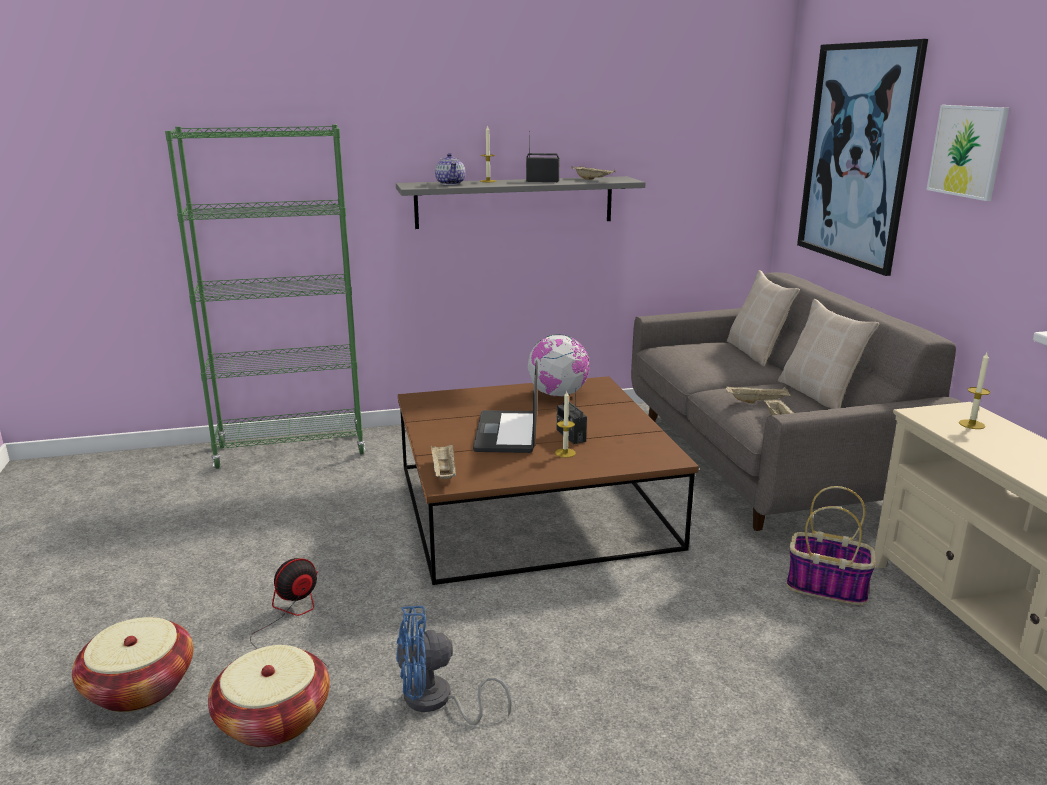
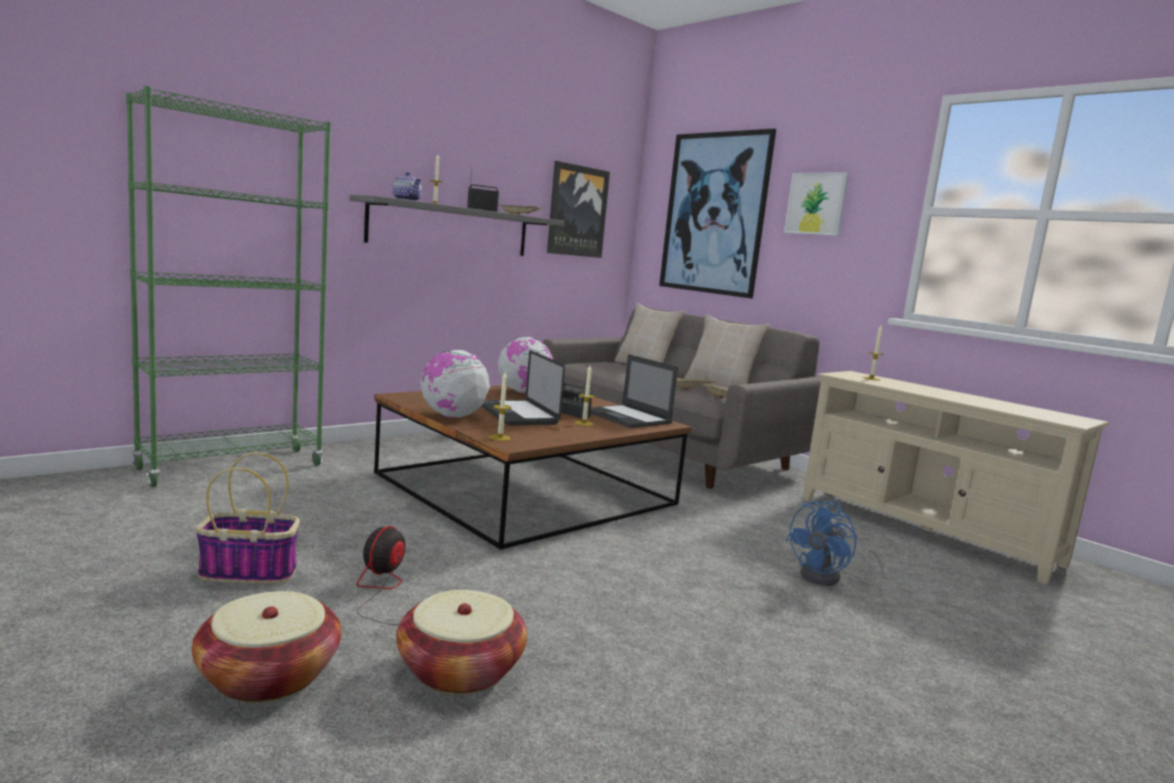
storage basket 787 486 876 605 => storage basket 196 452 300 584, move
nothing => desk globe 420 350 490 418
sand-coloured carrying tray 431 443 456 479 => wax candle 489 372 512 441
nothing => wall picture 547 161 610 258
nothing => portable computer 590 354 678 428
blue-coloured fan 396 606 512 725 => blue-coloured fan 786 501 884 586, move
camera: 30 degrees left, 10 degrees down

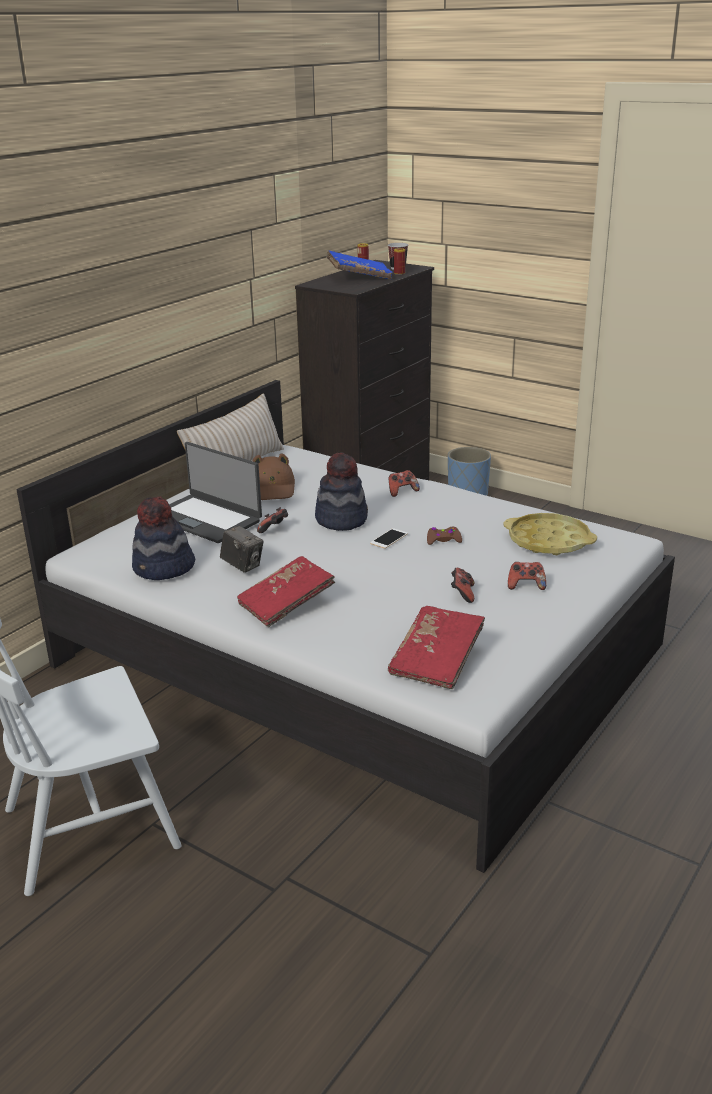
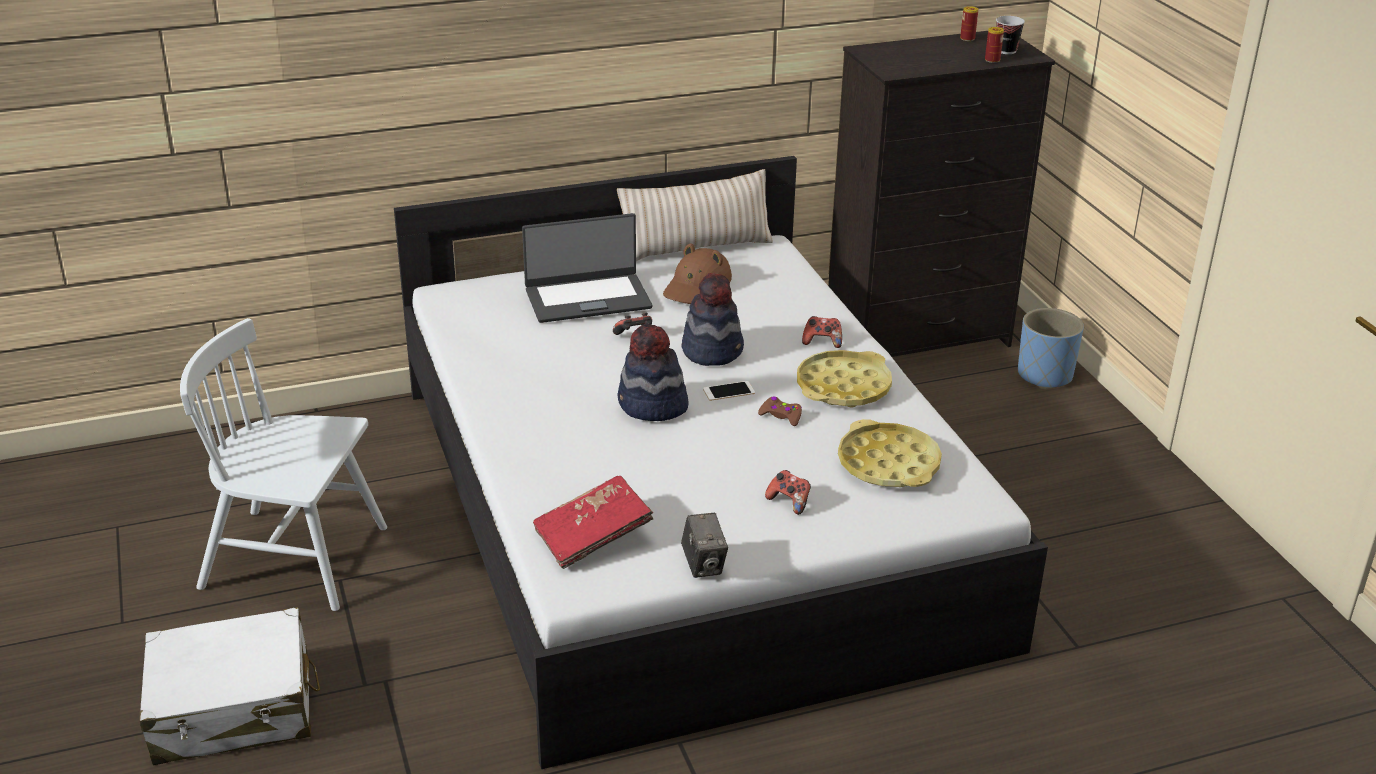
nothing => whitish piece of luggage 139 607 320 765
portable computer 169 442 262 543 => portable computer 522 213 653 323, 90 degrees counterclockwise
wearable hat 132 497 195 580 => wearable hat 617 324 688 421, move
photo camera 220 525 264 573 => photo camera 681 513 728 578, move
nothing => yellow-coloured carrying tray 797 350 892 408
red-coloured bound book 237 556 335 627 => nothing
blue-coloured bound book 327 250 393 280 => nothing
game controller 451 568 474 603 => nothing
camera: 35 degrees right, 5 degrees up

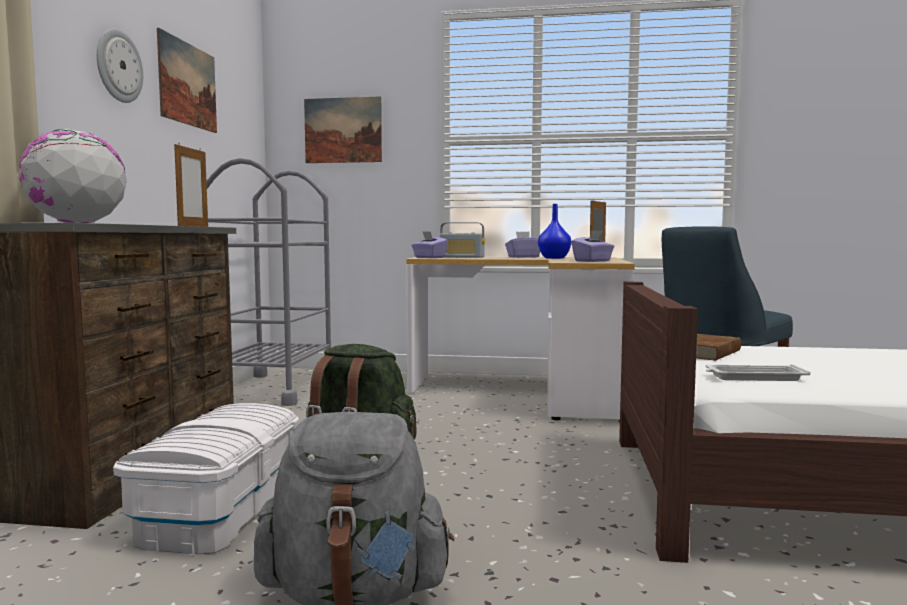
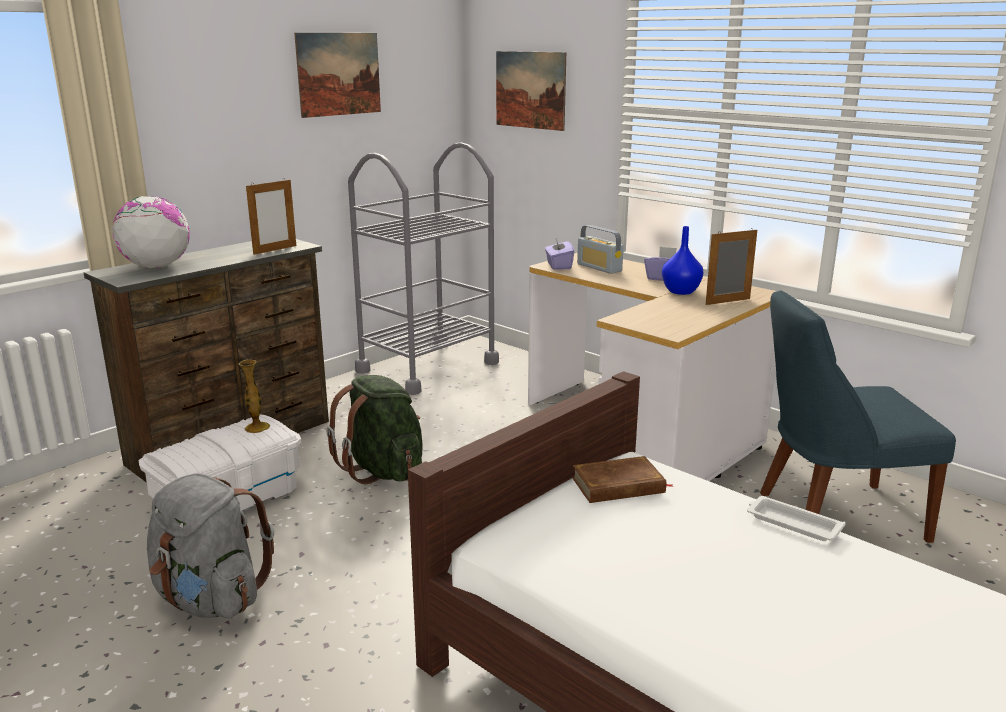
nothing => flower vase 239 360 270 433
whitish carrying tray 706 364 811 381 => whitish carrying tray 747 496 846 541, move
clock on the wall 97 29 143 103 => nothing
purple tissue box 572 230 614 262 => nothing
camera: 35 degrees right, 15 degrees up

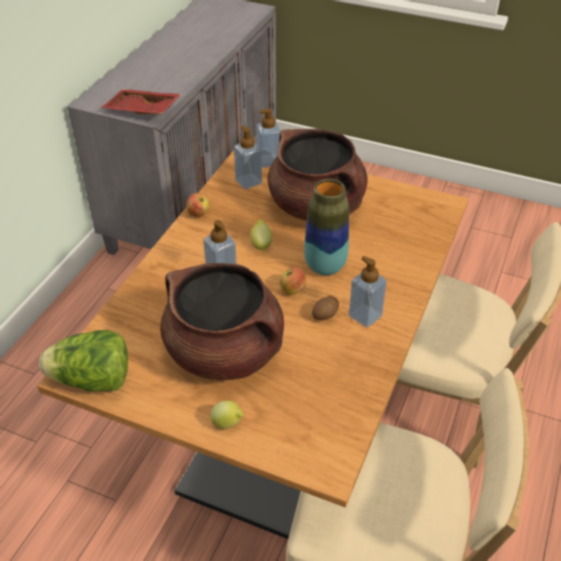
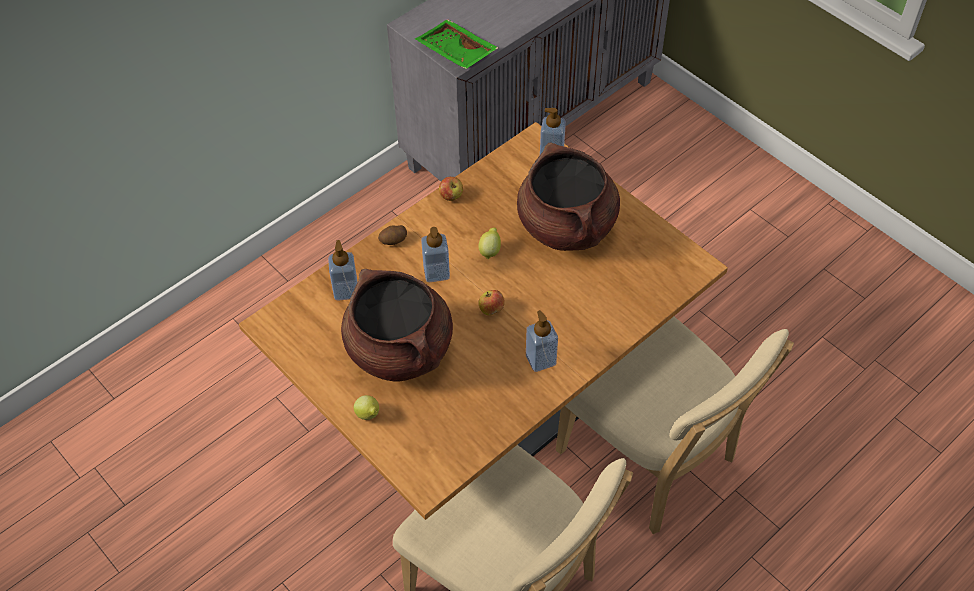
liquid soap bottle 234 125 262 189 => liquid soap bottle 328 240 358 301, move
spud 312 296 339 320 => spud 378 225 407 245, move
red-coloured carrying tray 101 89 182 114 => greenish carrying tray 415 19 498 69
lettuce 39 330 128 391 => nothing
flower vase 304 179 349 275 => nothing
camera: 25 degrees right, 10 degrees up

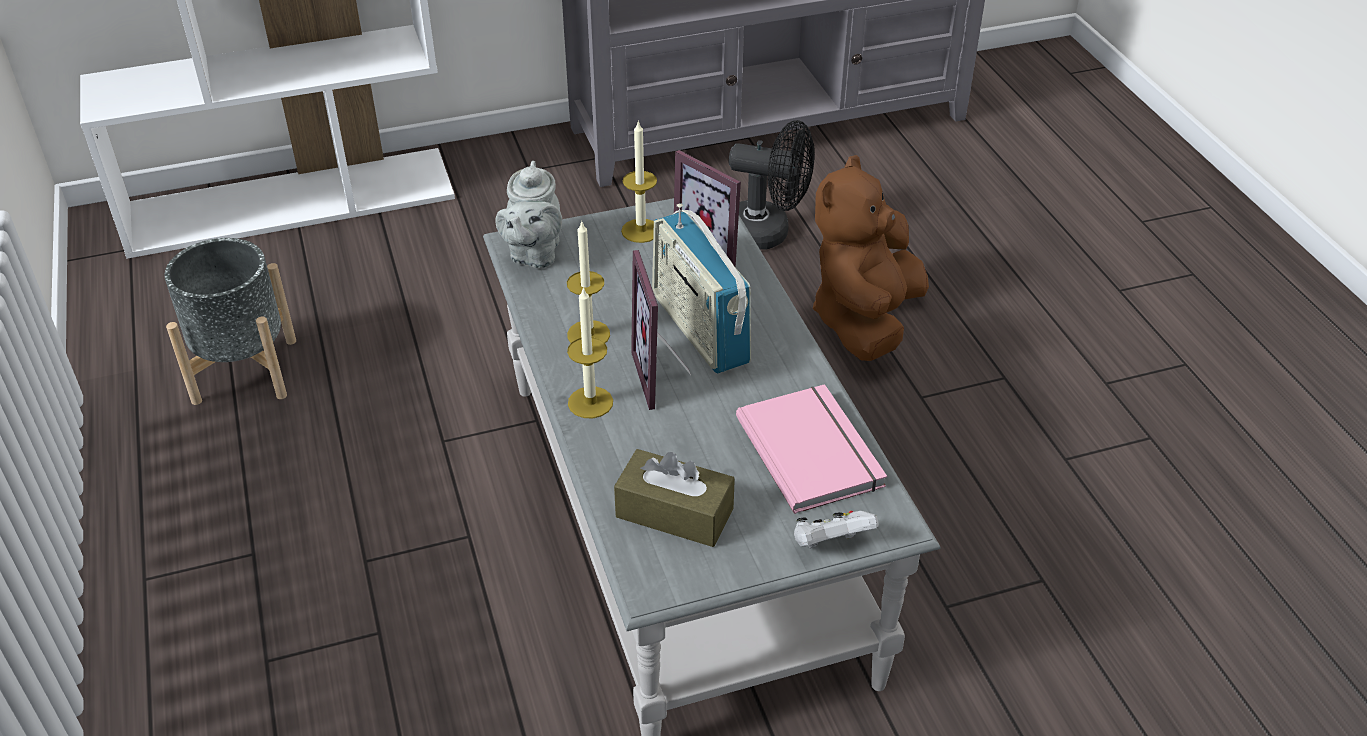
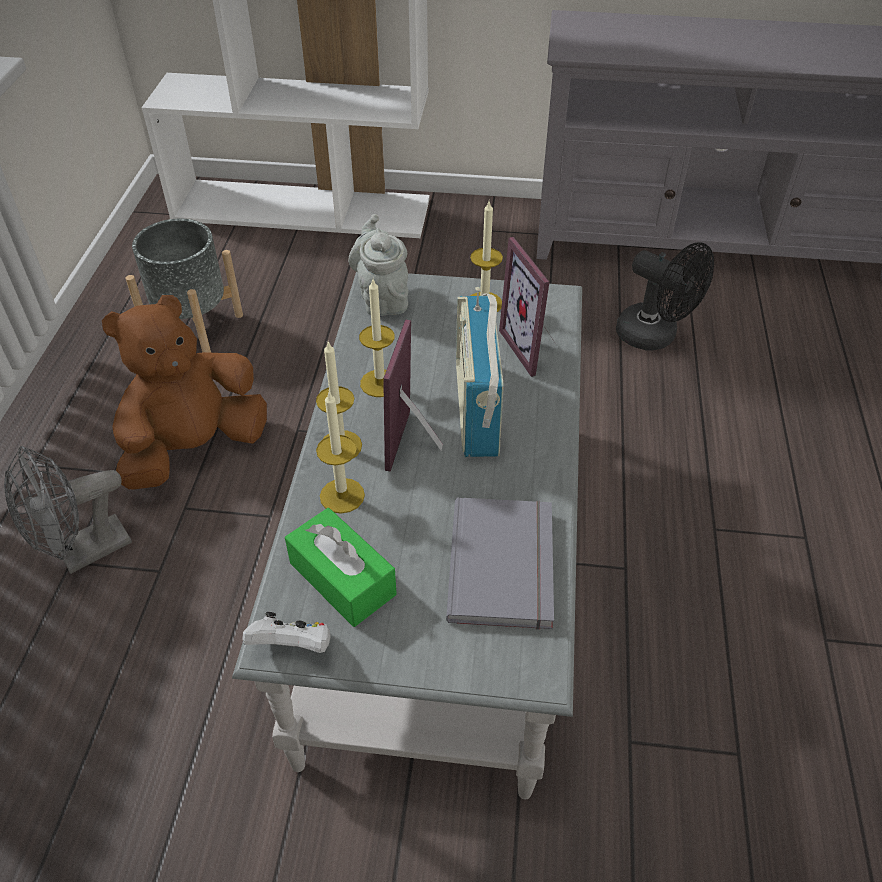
nothing => grey fan 4 446 132 574
brown soft toy 813 155 929 361 => brown soft toy 102 295 267 489, move
whitish game controller 794 510 878 548 => whitish game controller 242 612 331 653, move
brown tissue box 614 449 735 547 => greenish tissue box 285 508 397 627
nothing => wax candle 316 392 365 514
grey teapot 495 161 562 269 => grey teapot 348 214 408 316, 135 degrees clockwise
pink bound book 736 384 887 514 => grey bound book 446 497 554 629
camera: 25 degrees right, 5 degrees up

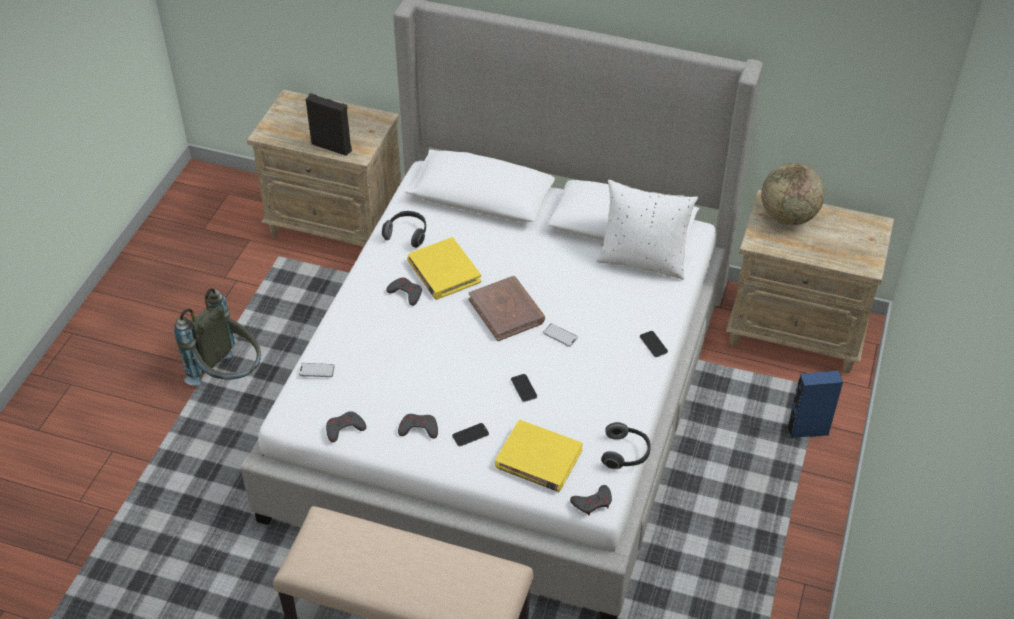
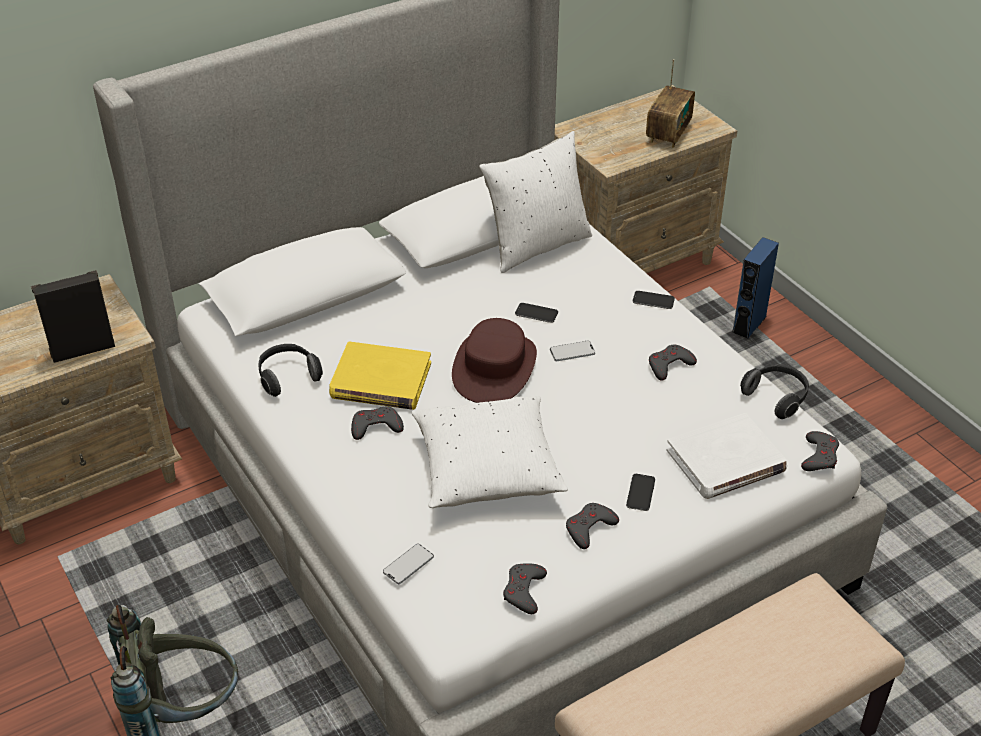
nothing => whitish throw pillow 412 396 568 508
brown bound book 469 276 545 341 => brown wearable hat 452 318 537 403
phone 511 374 537 402 => phone 515 303 558 323, move
nothing => radio 646 59 695 148
nothing => grey game controller 649 345 697 381
yellow-coloured bound book 495 420 583 492 => whitish bound book 666 413 787 499
desk globe 761 163 825 225 => nothing
camera: 50 degrees left, 5 degrees down

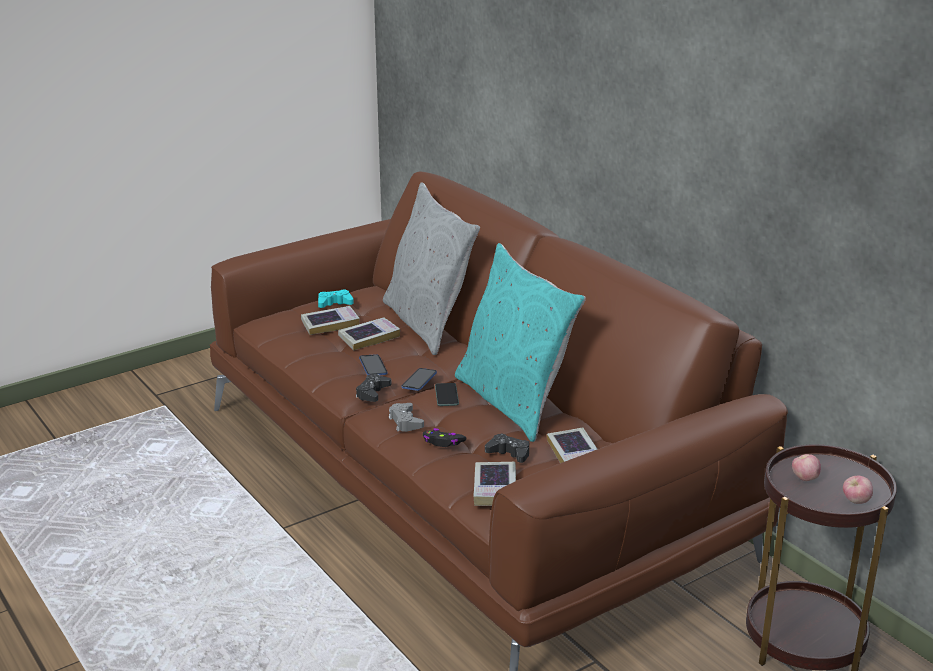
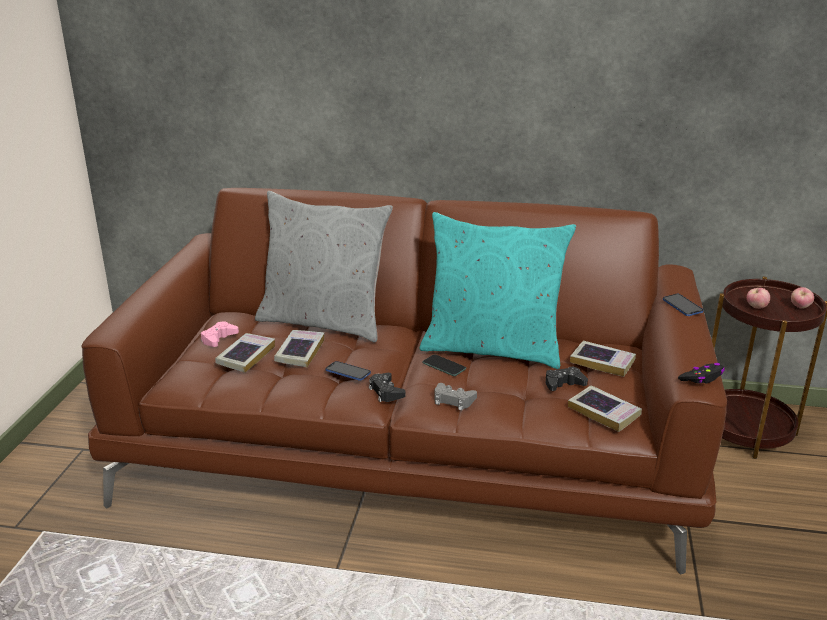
turquoise game controller 318 289 354 308 => pink game controller 201 321 239 347
phone 402 368 437 391 => phone 663 294 703 316, move
black game controller 423 428 466 447 => black game controller 678 363 725 383, move
camera: 45 degrees left, 0 degrees up

